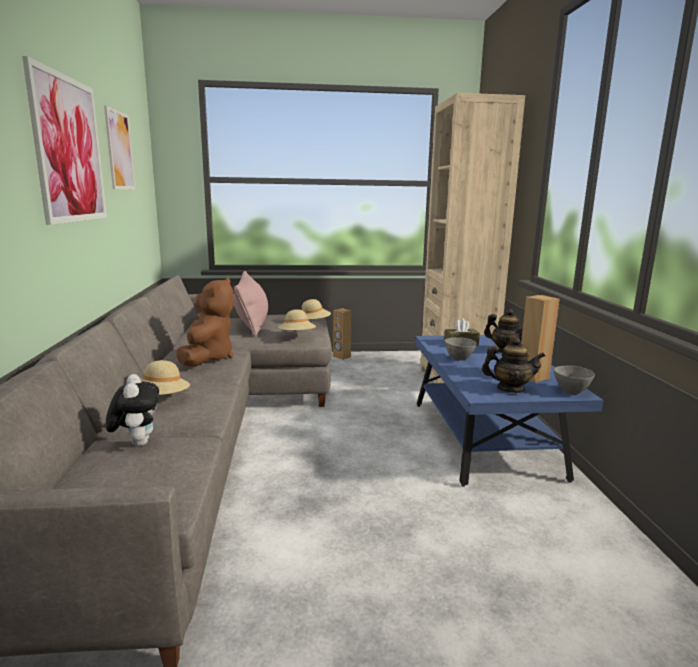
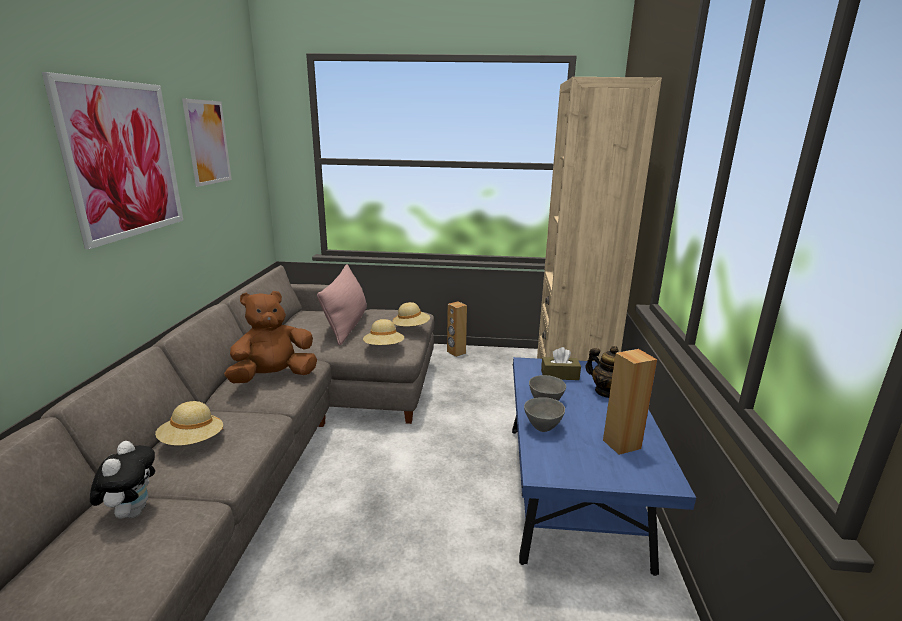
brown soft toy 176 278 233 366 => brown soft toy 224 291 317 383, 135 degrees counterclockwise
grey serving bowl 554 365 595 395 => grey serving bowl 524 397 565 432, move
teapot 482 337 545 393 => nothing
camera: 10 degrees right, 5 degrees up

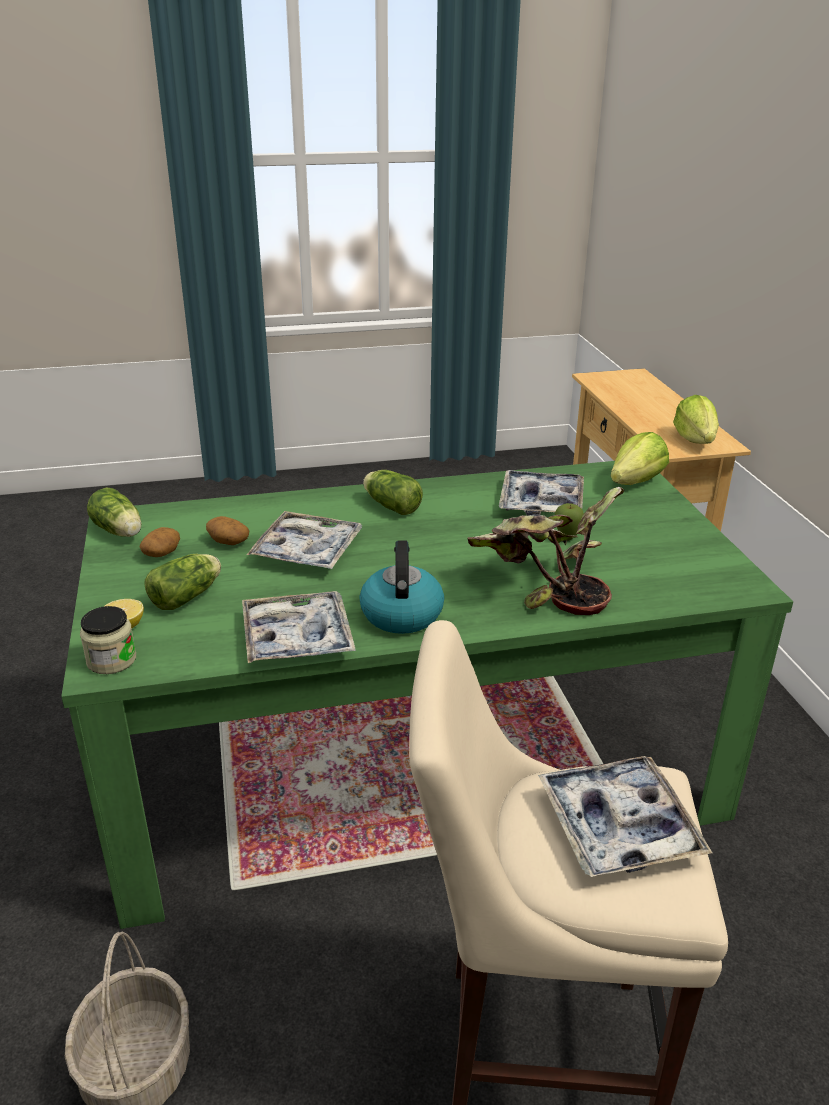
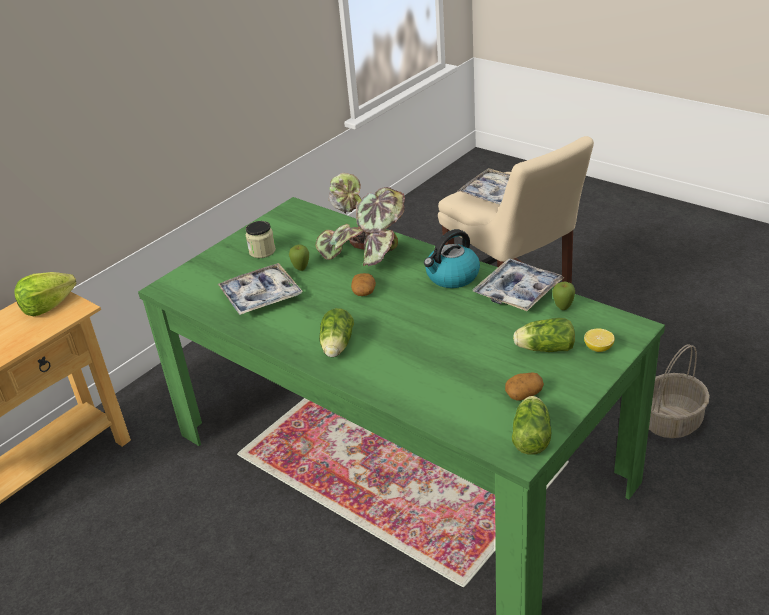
preserve jar 80 606 136 674 => preserve jar 246 221 276 258, move
spud 206 516 249 545 => spud 351 273 376 296, move
nothing => whole apple 552 282 575 310
carrying tray 247 511 363 569 => nothing
lettuce 611 432 669 485 => nothing
camera: 125 degrees left, 5 degrees up

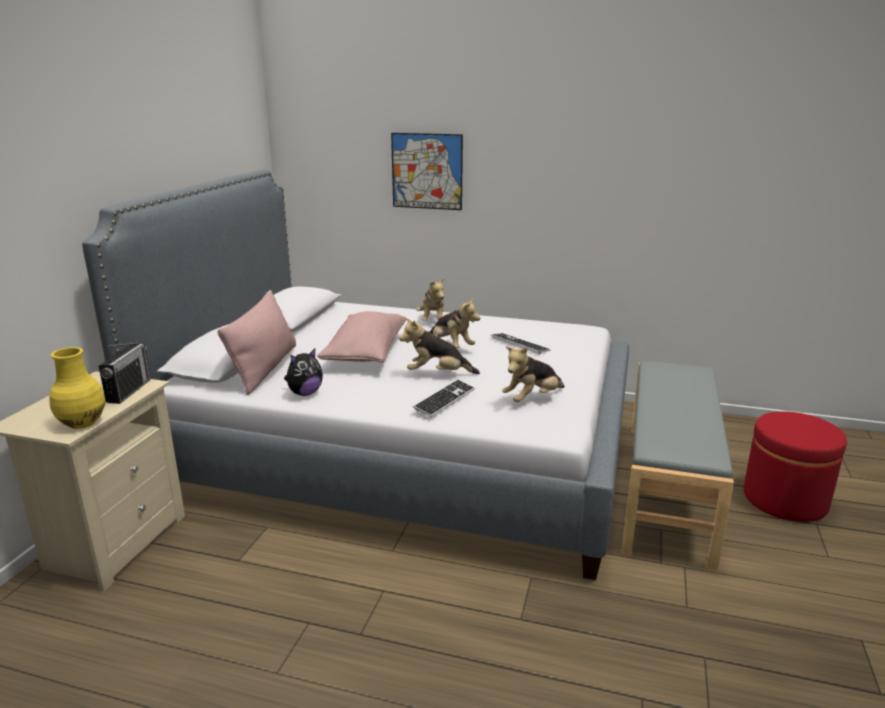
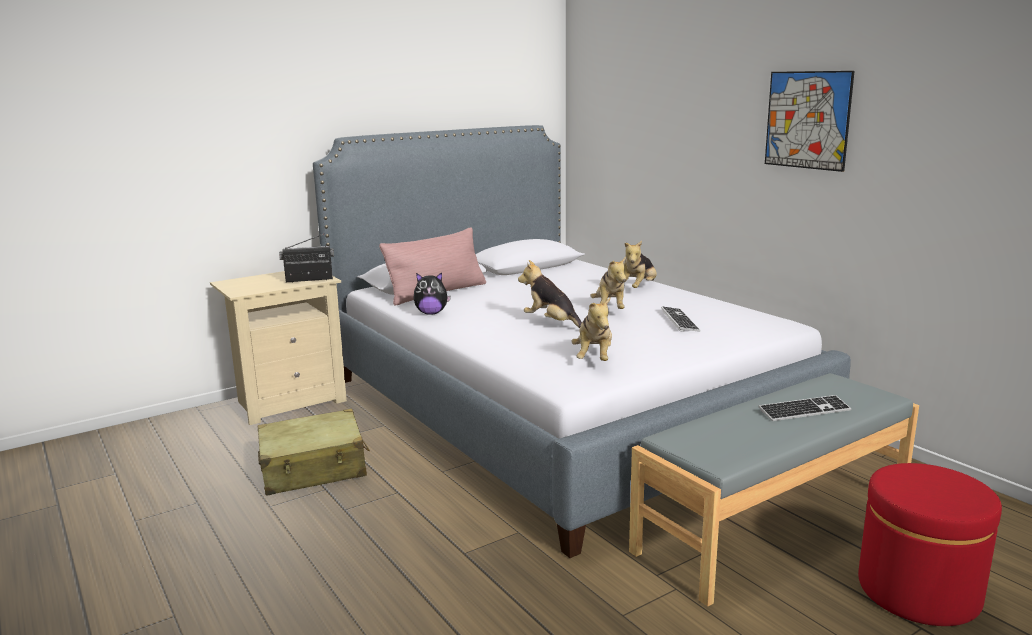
nothing => sand-coloured piece of luggage 258 409 370 496
radio 99 342 151 404 => radio 279 234 334 282, 150 degrees counterclockwise
soft toy 502 347 564 402 => soft toy 571 298 612 361, 90 degrees counterclockwise
computer keyboard 413 379 475 417 => computer keyboard 758 395 851 421, move
wall picture 391 133 463 210 => wall picture 765 71 855 172, move
yellow-coloured flower vase 49 347 105 429 => nothing
pink throw pillow 317 311 406 363 => nothing
camera: 40 degrees right, 5 degrees down

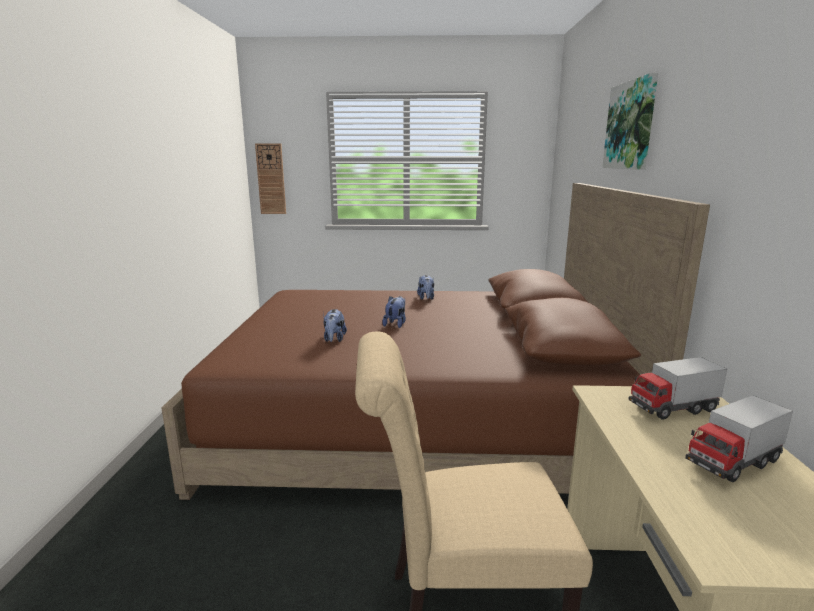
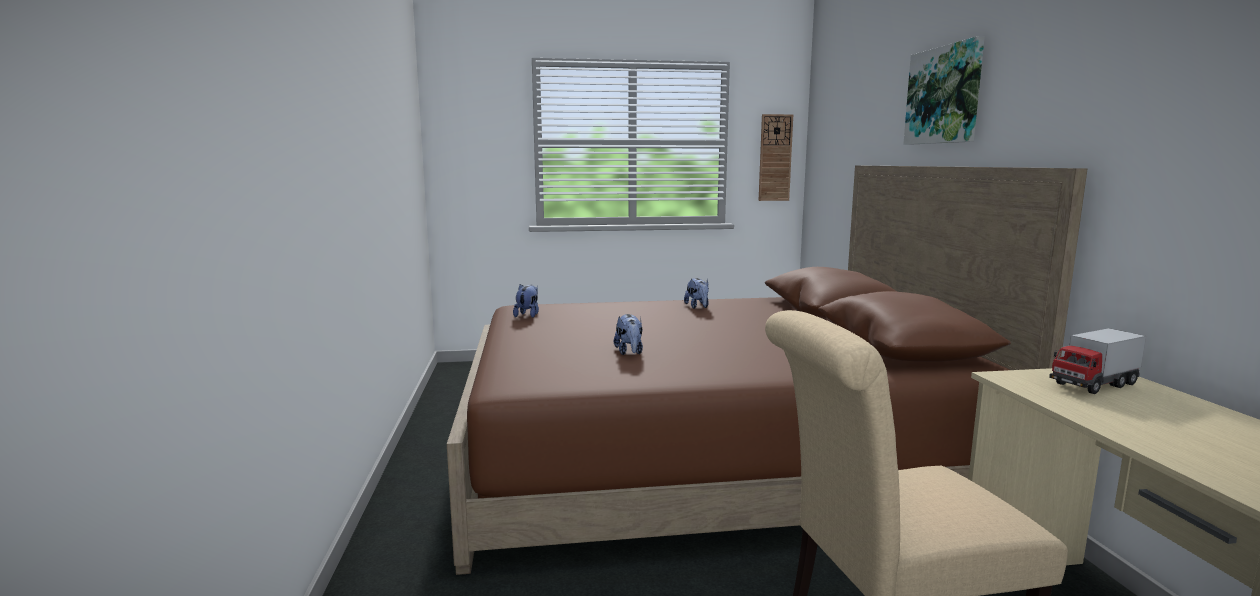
soft toy 382 296 406 328 => soft toy 513 284 539 318, move
clock on the wall 255 143 286 214 => clock on the wall 759 114 793 201, move
toy truck 685 395 793 482 => nothing
camera: 10 degrees left, 5 degrees down

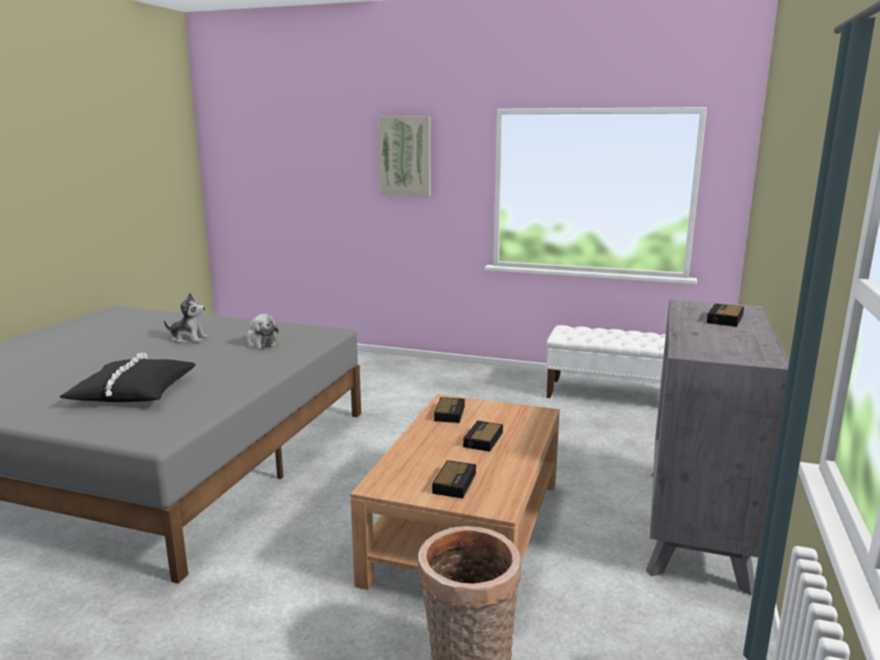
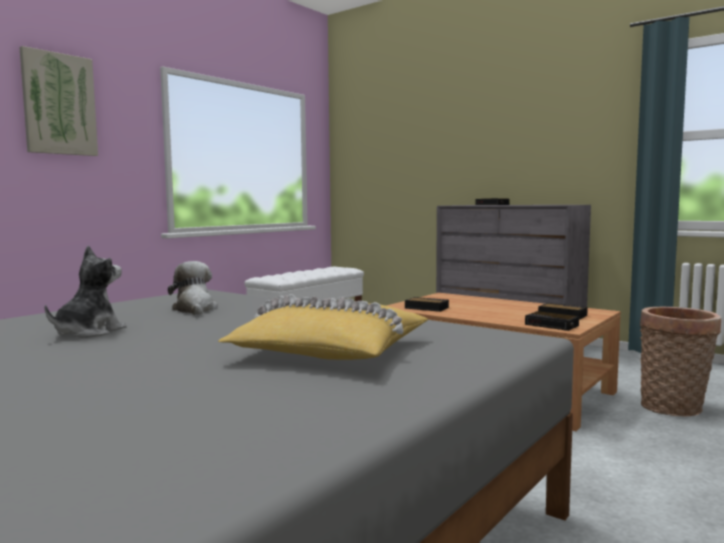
soft toy 247 314 279 349 => soft toy 168 261 218 315, 90 degrees counterclockwise
black throw pillow 59 353 195 402 => yellow-coloured throw pillow 218 294 429 360
table clock 463 421 503 452 => table clock 525 311 579 331, move
camera: 70 degrees left, 10 degrees down

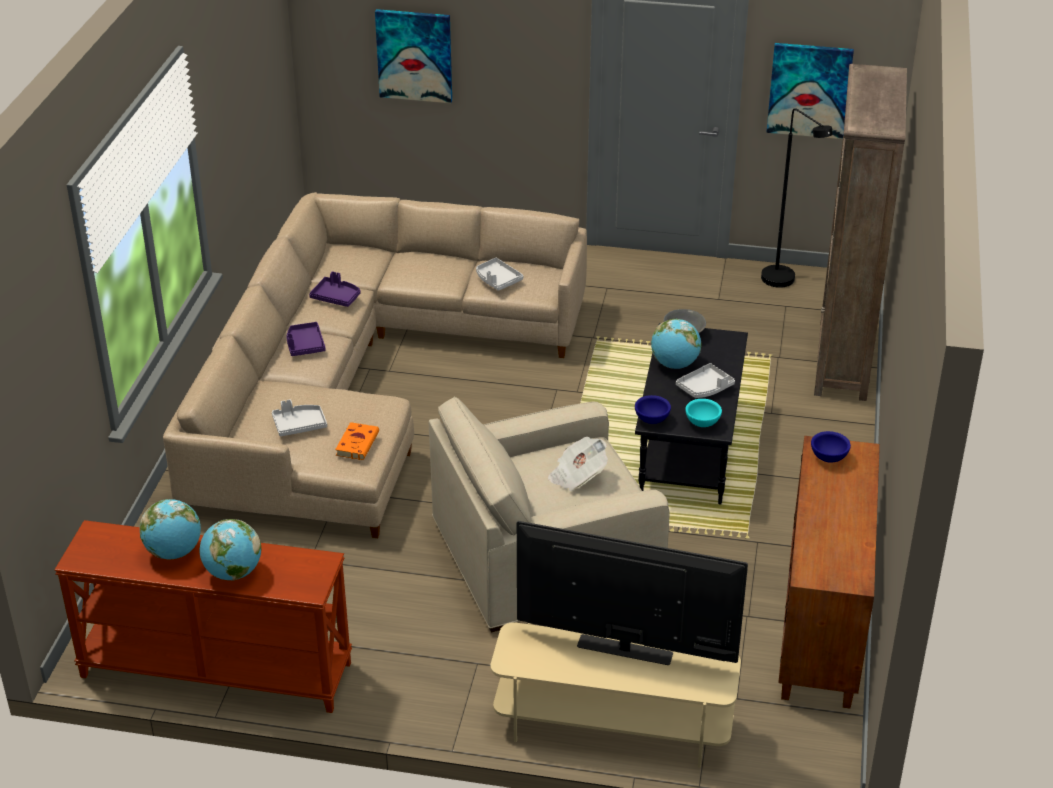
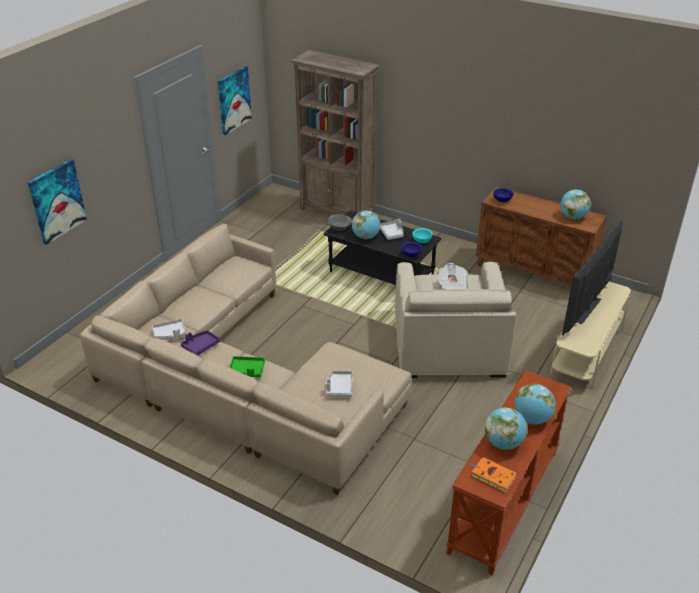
grey carrying tray 476 258 523 291 => grey carrying tray 152 319 187 340, move
purple carrying tray 287 322 326 356 => greenish carrying tray 230 356 265 377
orangey bound book 335 422 379 460 => orangey bound book 471 457 517 493, move
nothing => desk globe 560 189 591 219
black standard lamp 761 108 833 288 => nothing
camera: 70 degrees left, 0 degrees up

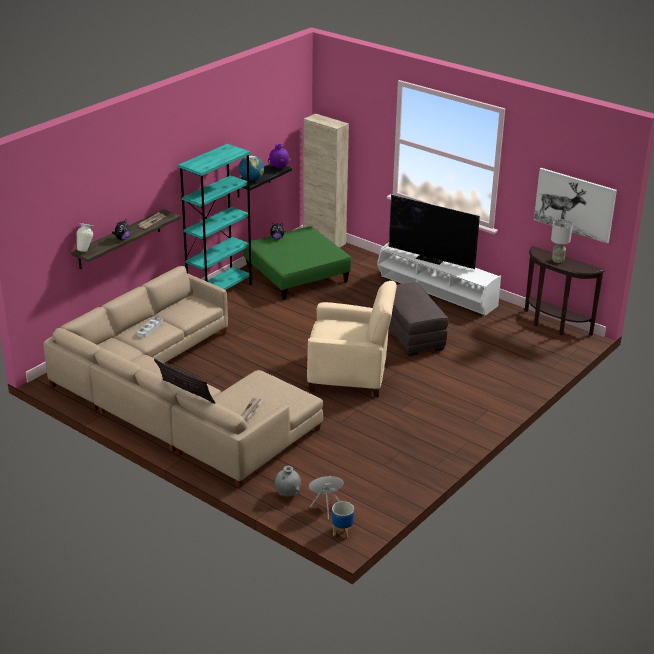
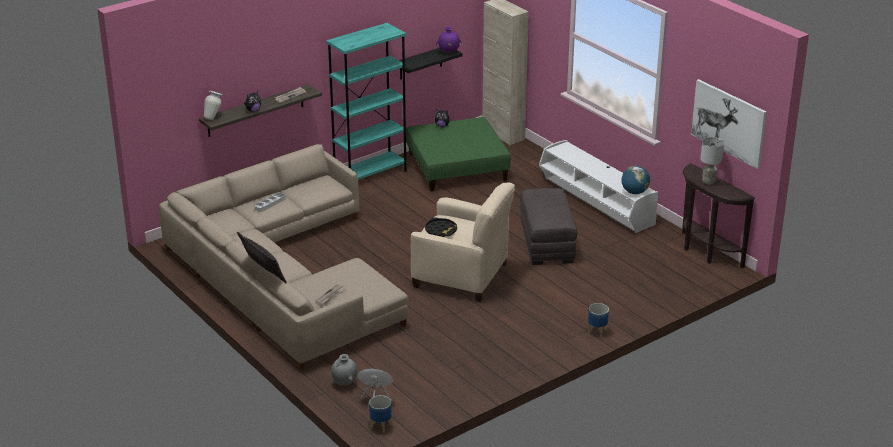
nothing => black carrying tray 425 217 457 237
nothing => plant pot 588 303 609 337
desk globe 239 155 264 181 => desk globe 621 166 650 194, move
television 389 195 480 269 => nothing
camera: 15 degrees right, 0 degrees up

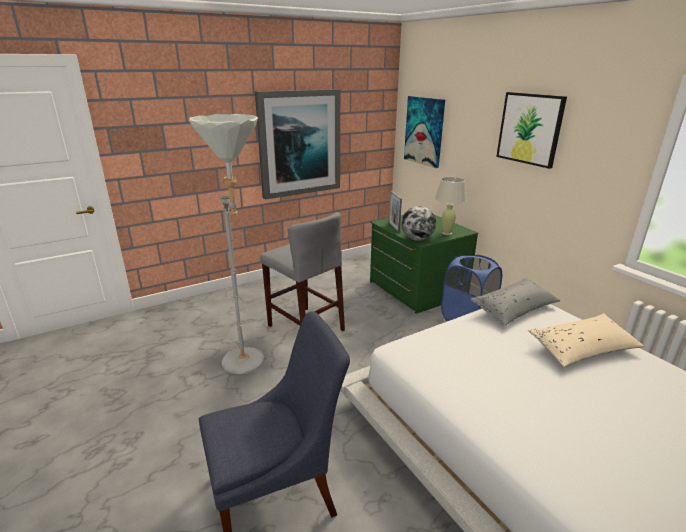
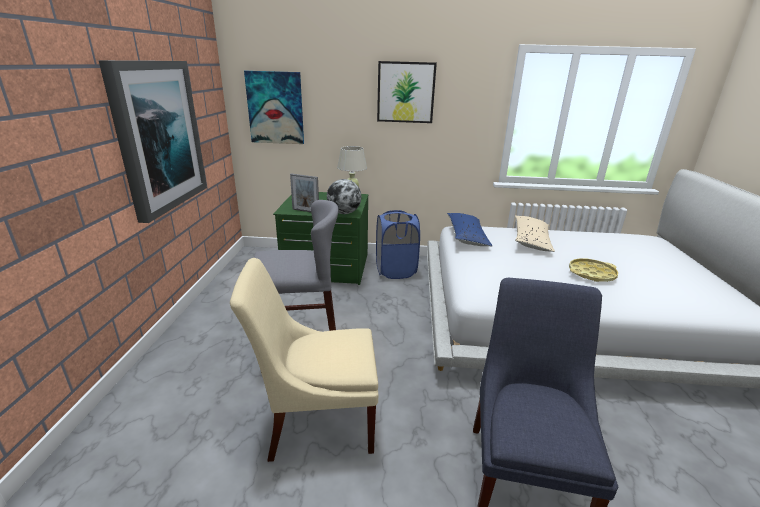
grey standard lamp 189 114 264 375 => sand-coloured chair 230 258 378 462
grey throw pillow 470 278 561 326 => blue-coloured throw pillow 447 213 493 246
nothing => yellow-coloured carrying tray 569 258 618 282
camera: 55 degrees left, 0 degrees up

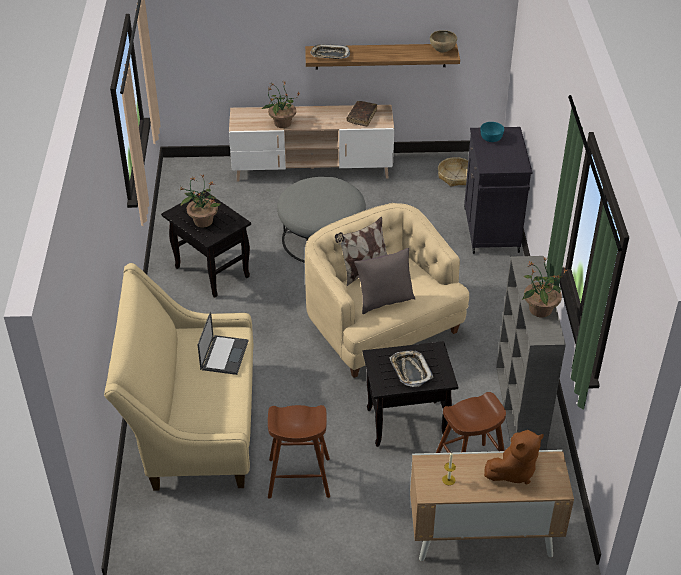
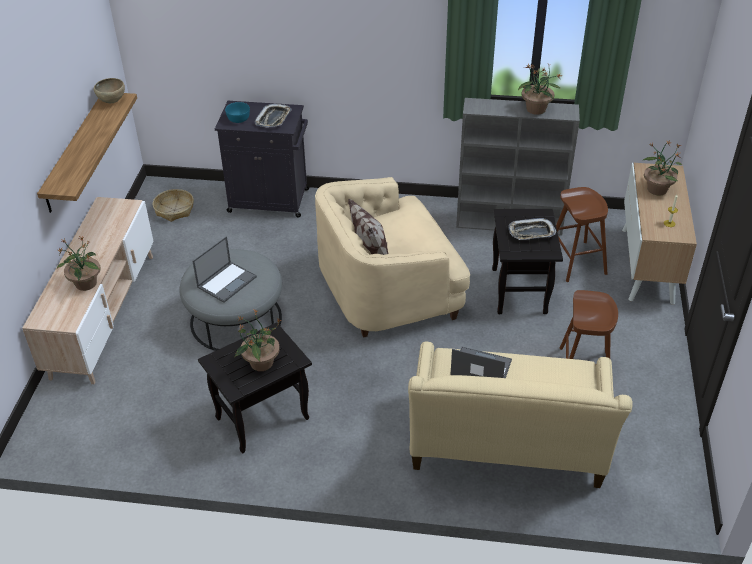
nothing => portable computer 192 236 257 303
carrying tray 310 44 350 59 => carrying tray 255 104 291 128, move
brown soft toy 484 430 544 484 => plant in a pot 642 140 682 195
brown bound book 347 101 377 126 => nothing
grey throw pillow 354 248 415 314 => nothing
camera: 80 degrees left, 0 degrees up

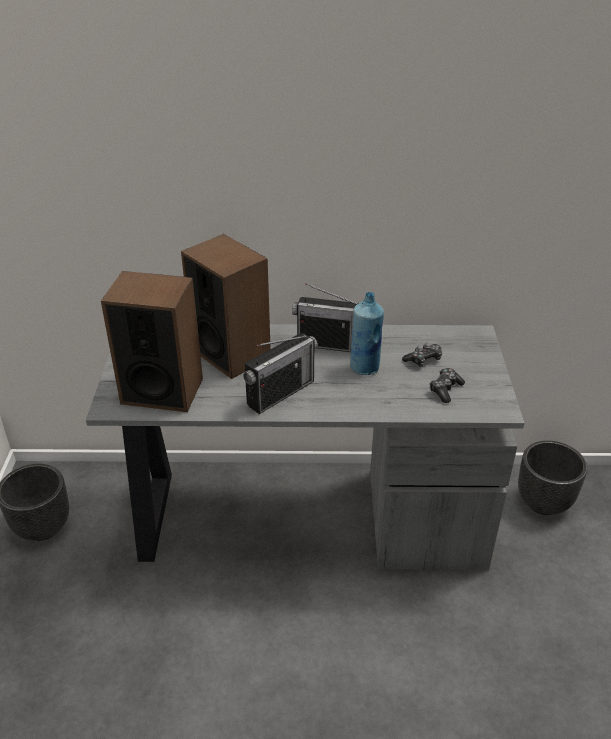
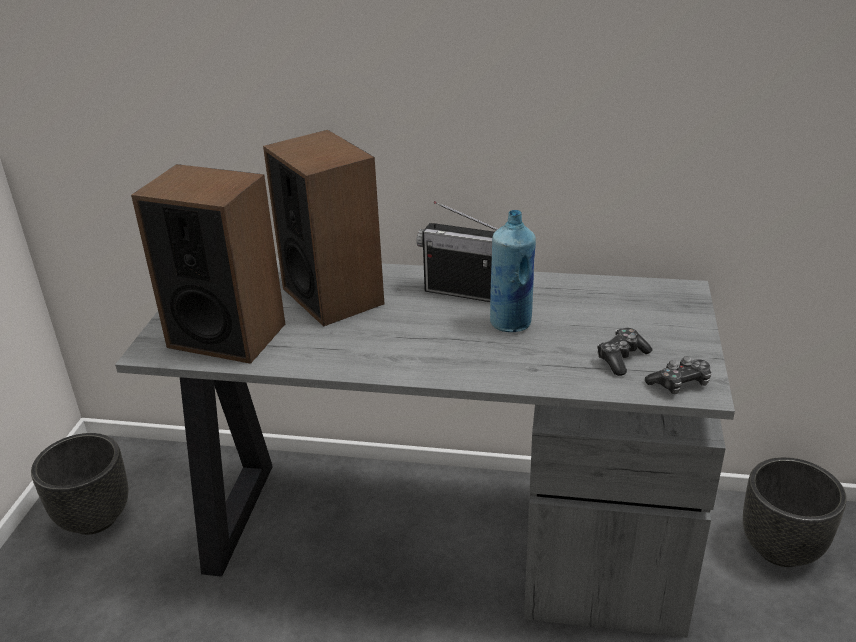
game controller 402 343 442 367 => game controller 645 356 711 394, move
radio 243 333 318 414 => nothing
camera: 10 degrees right, 5 degrees down

